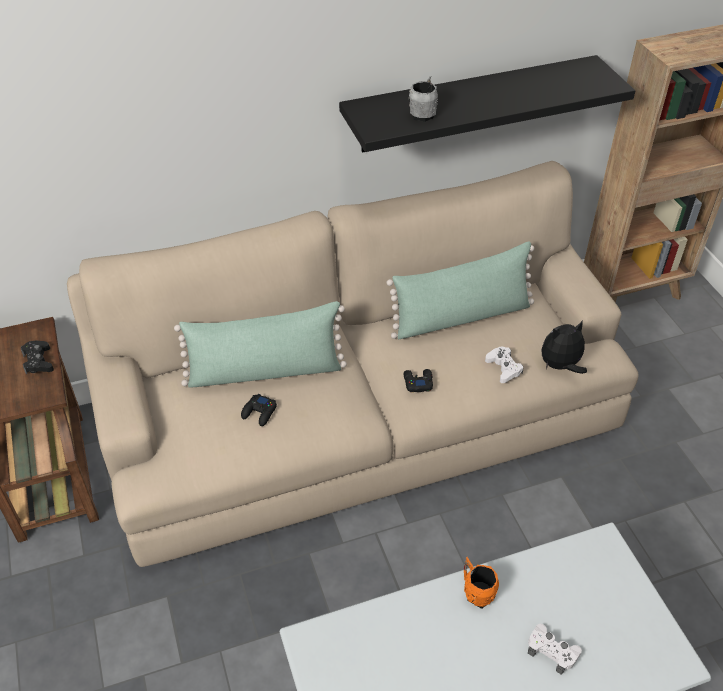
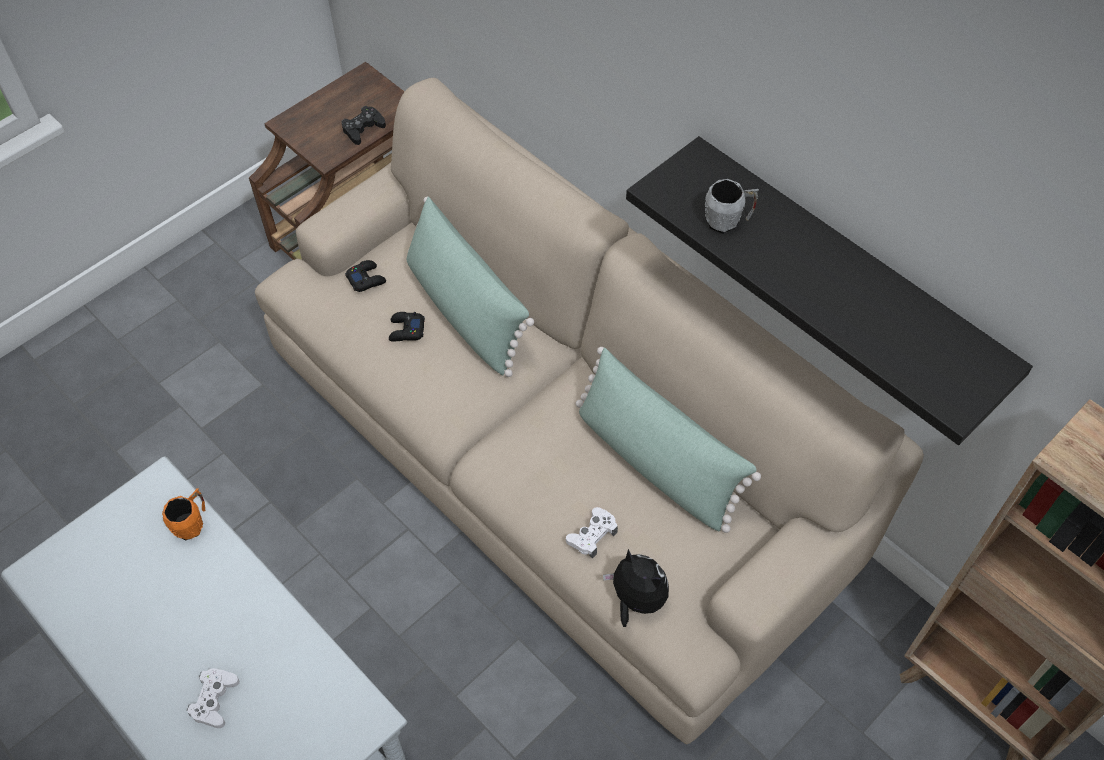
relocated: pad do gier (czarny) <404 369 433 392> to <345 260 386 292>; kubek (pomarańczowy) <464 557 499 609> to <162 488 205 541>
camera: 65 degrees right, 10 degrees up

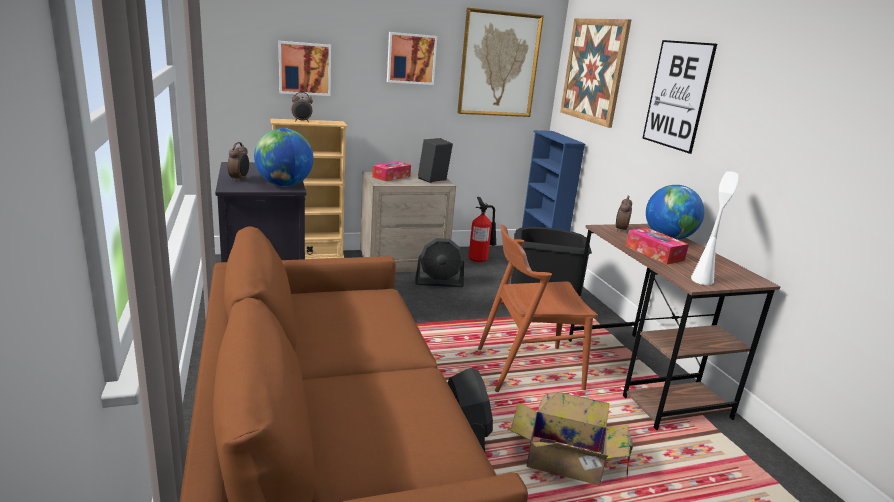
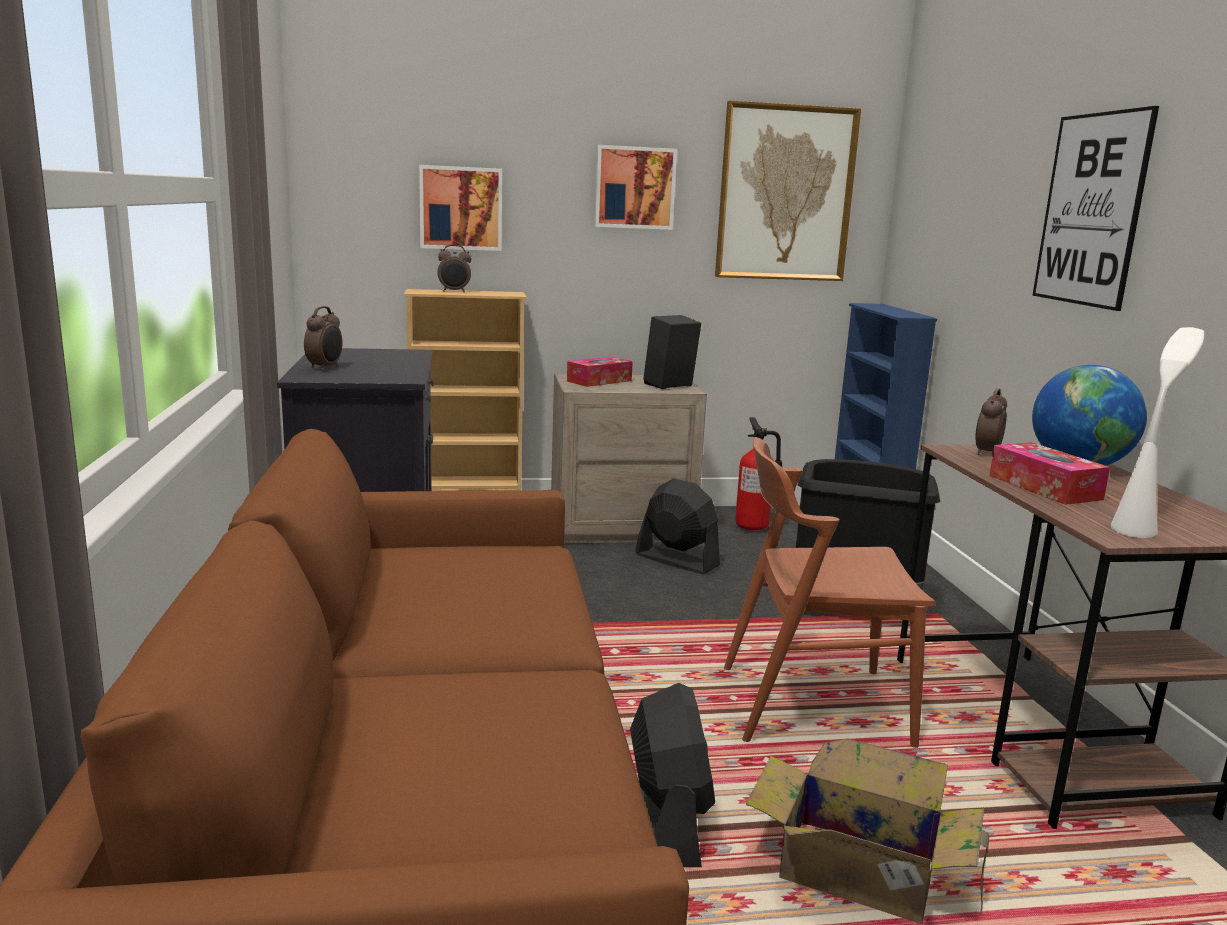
missing: globus <254 128 314 187>; obraz <560 18 631 128>
spun: wentylator (czarny) <415 238 464 287> = <635 478 720 574> 150 degrees counterclockwise
camera: 10 degrees right, 5 degrees down

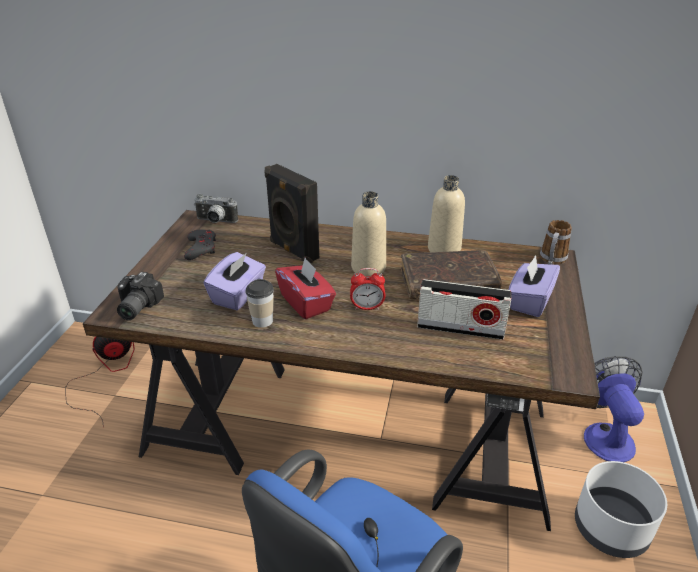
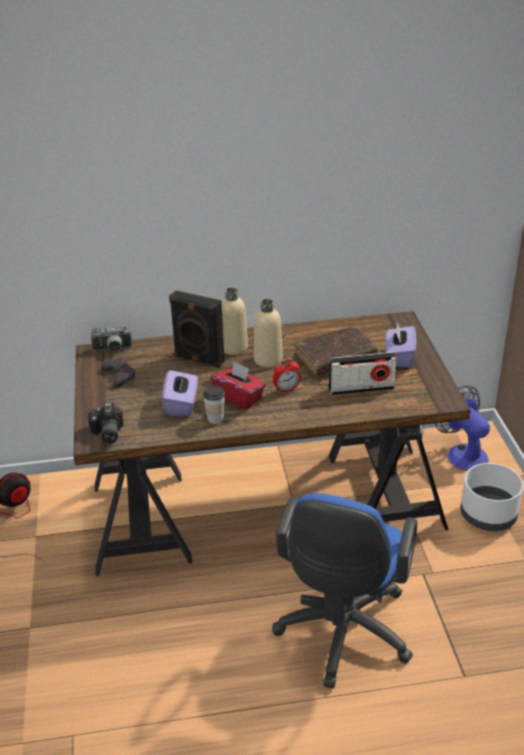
missing: kubek <540 220 572 265>
relocated: butelka (beżowy) <428 175 465 252> to <221 288 248 355>
camera: 20 degrees left, 0 degrees up

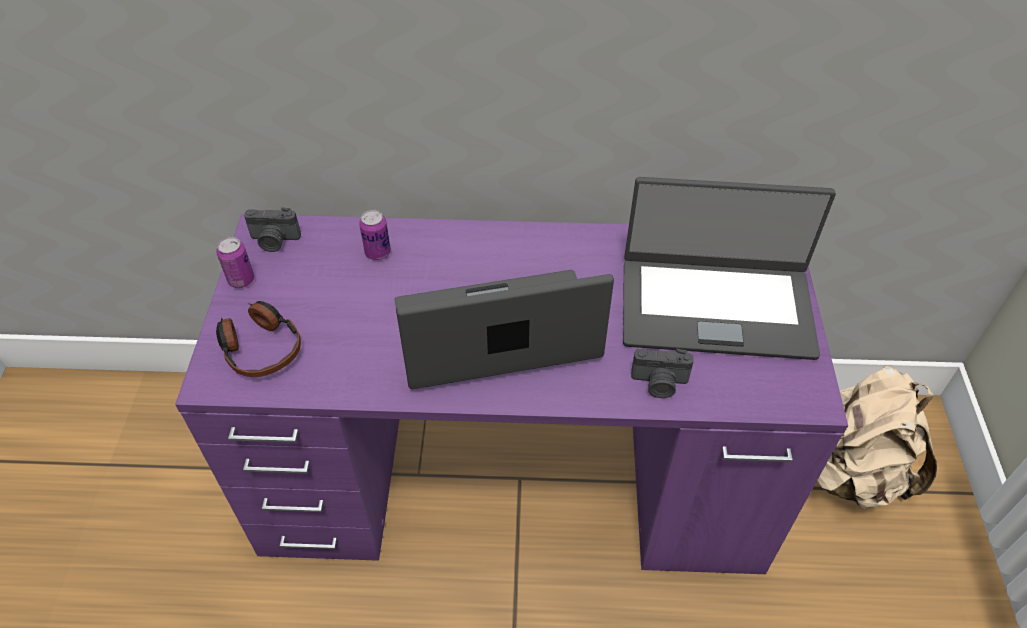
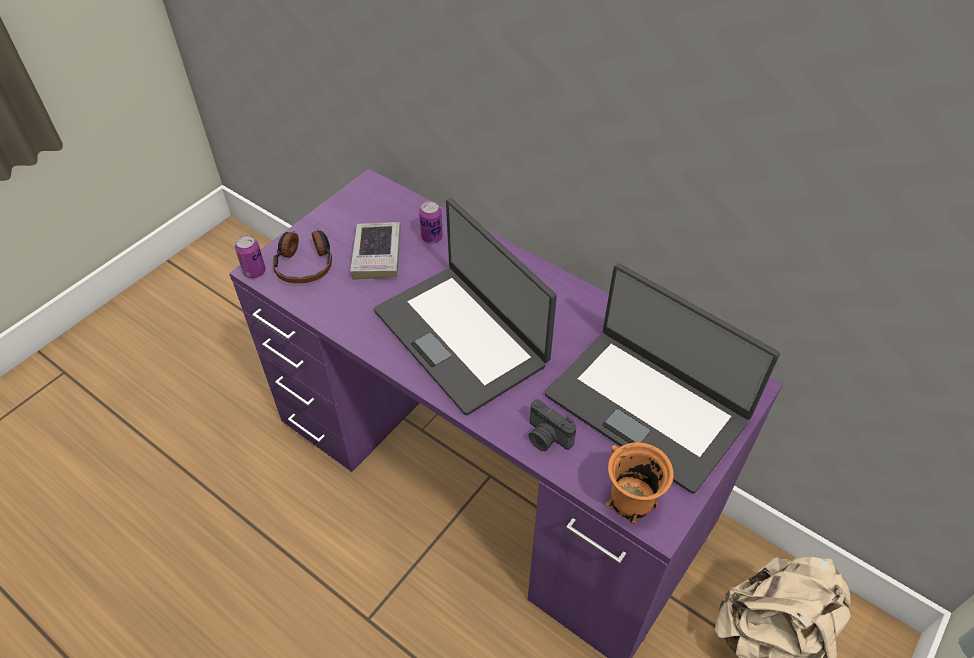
missing: aparat fotograficzny <244 207 301 252>
appeared: książka <350 222 401 280>; kubek (pomarańczowy) <607 442 674 524>
relocated: puszka <216 237 254 288> to <235 235 266 279>
spun: laptop <394 270 614 389> = <374 198 557 415> 150 degrees counterclockwise
camera: 35 degrees right, 0 degrees up

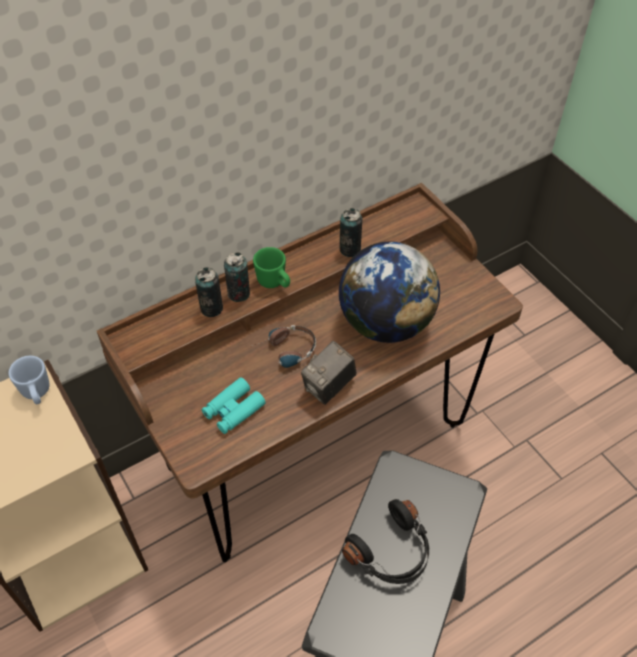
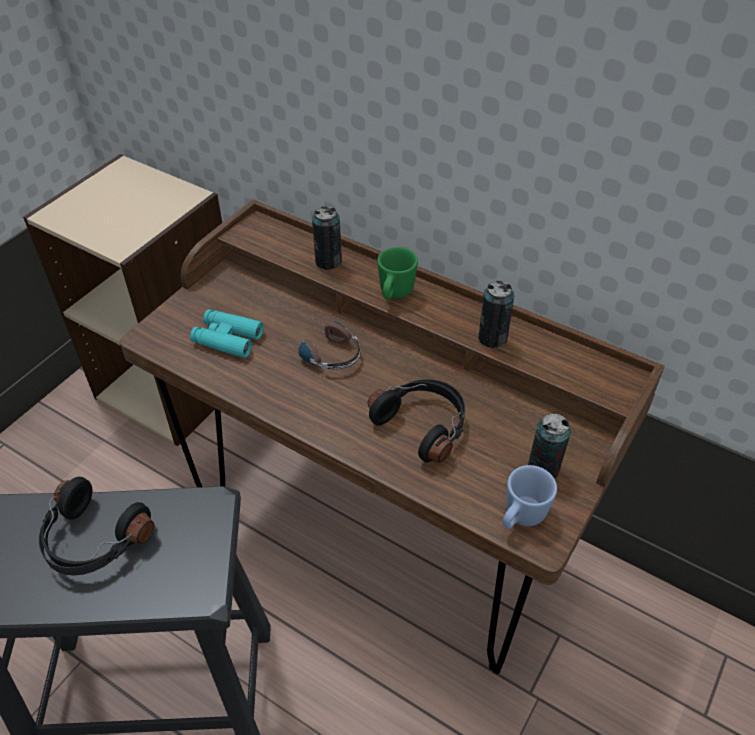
missing: aparat fotograficzny <301 341 357 405>
relocated: kubek (niebieski) <9 356 50 404> to <503 465 557 529>; puszka <224 252 250 302> to <528 413 571 479>
exchanged: globus <339 241 440 343> to słuchawki (czarny) <368 379 465 463>
camera: 65 degrees right, 5 degrees down

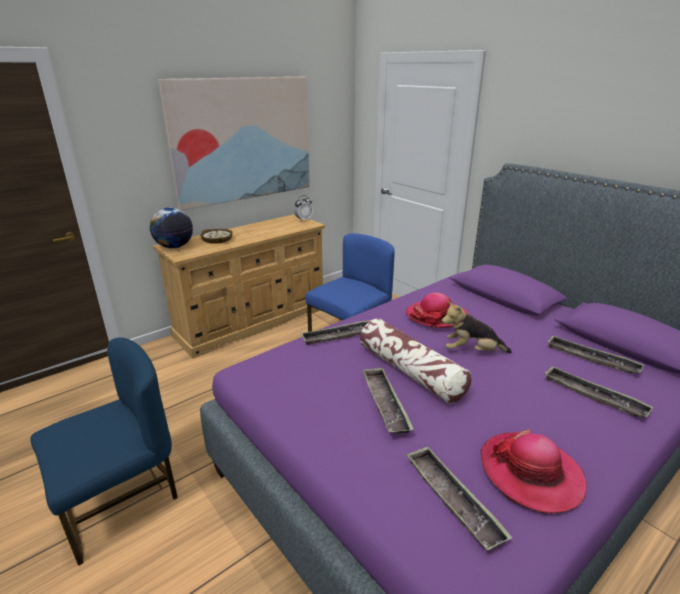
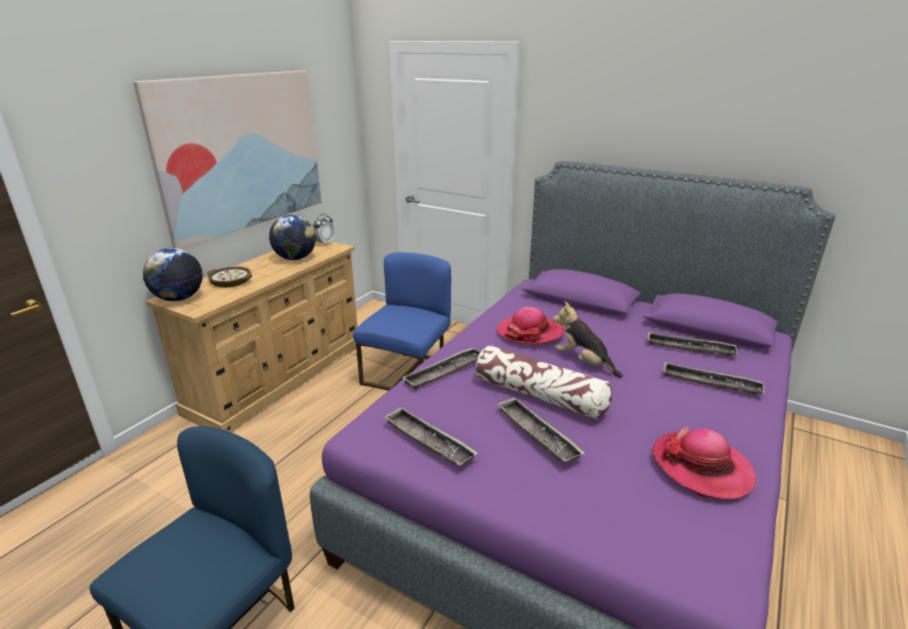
appeared: globus <269 215 316 260>
relocated: taca <406 447 512 550> to <383 407 478 466>
spun: pluszak <442 301 512 353> = <553 301 623 378> 60 degrees clockwise
camera: 20 degrees left, 0 degrees up

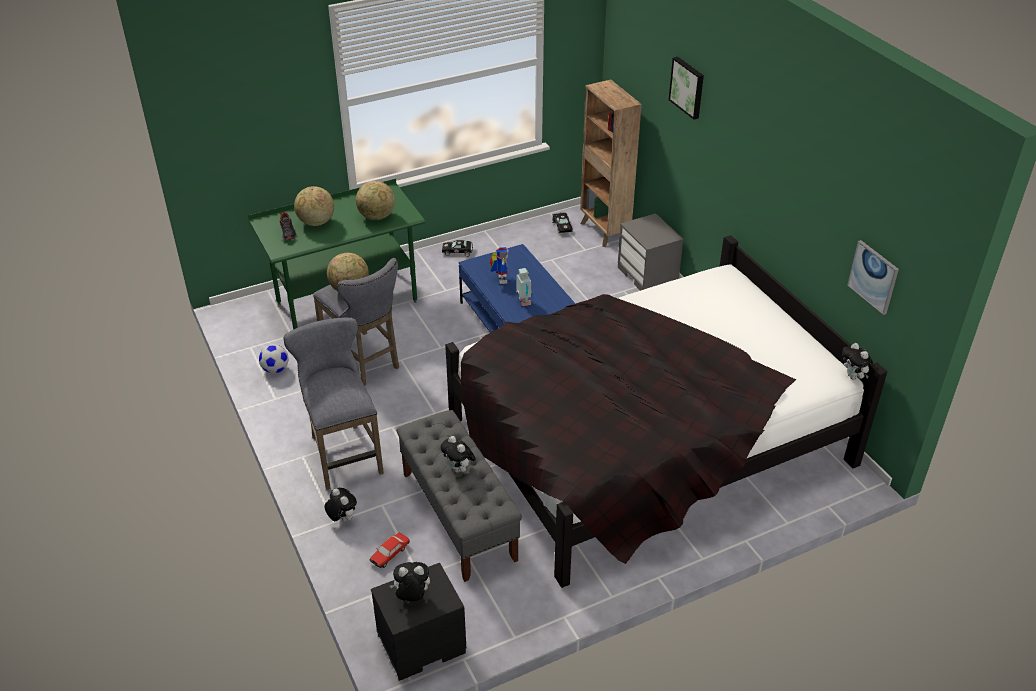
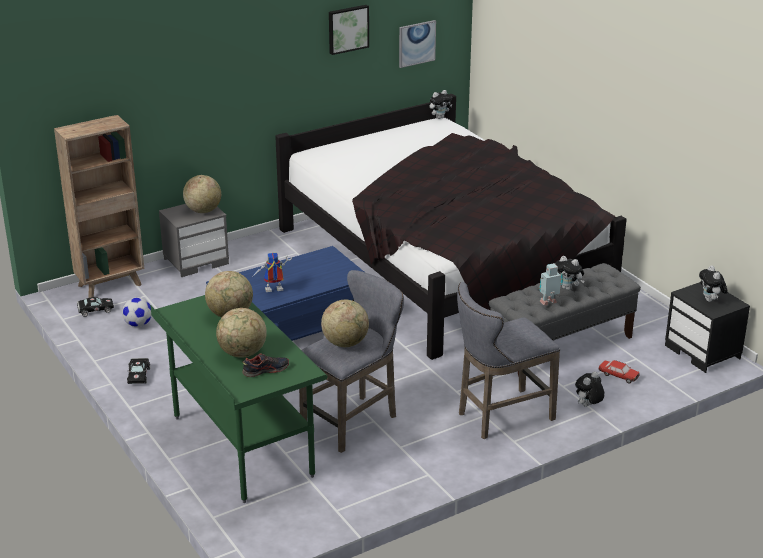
appeared: globus <183 175 221 213>
relocated: piłka futbolowa <259 344 289 374> to <122 297 152 327>; robot zabawkowy <516 268 532 306> to <539 263 563 305>; obraz <669 57 704 119> to <329 5 369 55>
spun: pluszak <440 436 476 473> = <555 256 585 290> 75 degrees clockwise
camera: 95 degrees left, 10 degrees down

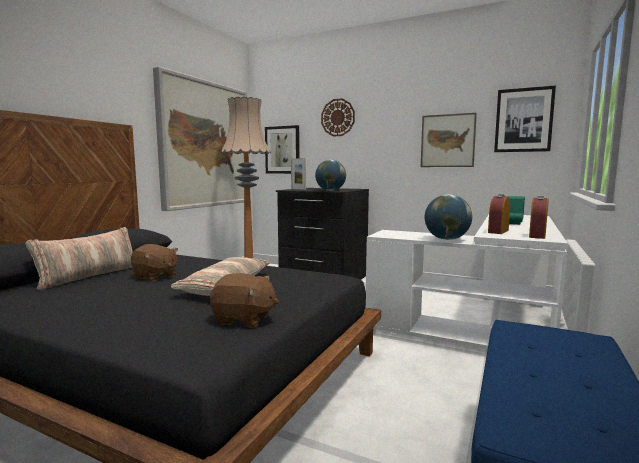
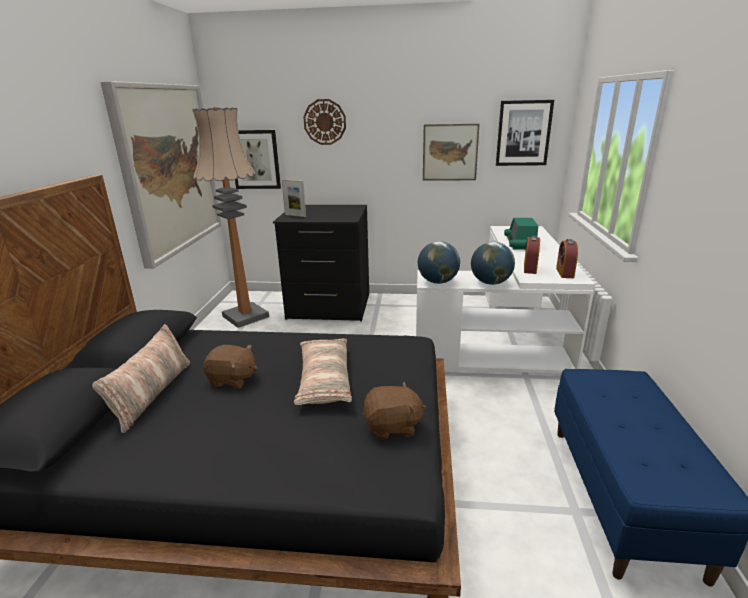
relocated: globus <315 160 346 191> to <418 241 460 284>
camera: 20 degrees left, 15 degrees up

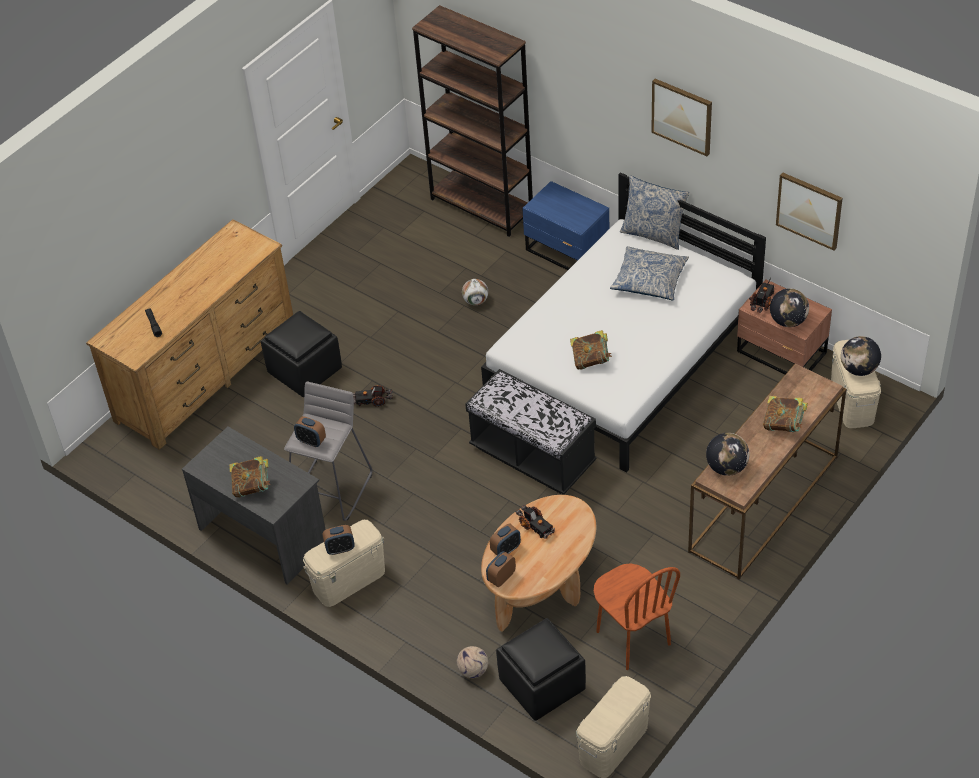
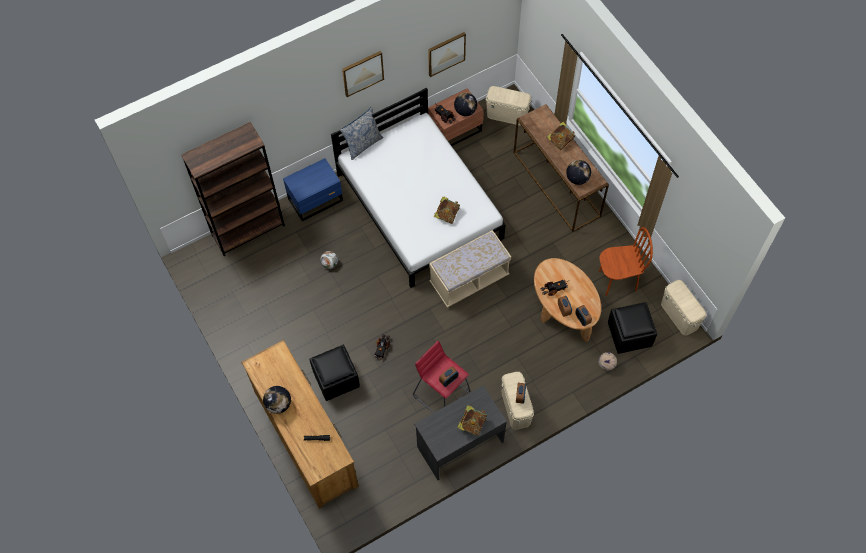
missing: poduszka <610 246 689 300>
relocated: globus <841 336 881 376> to <263 386 291 414>
colour: stołek (szary) <284 381 372 521> to stołek (czerwony) <413 341 471 413>; ławka (czarny) <465 369 597 495> to ławka (beżowy) <429 230 511 308>
camera: 70 degrees left, 15 degrees up

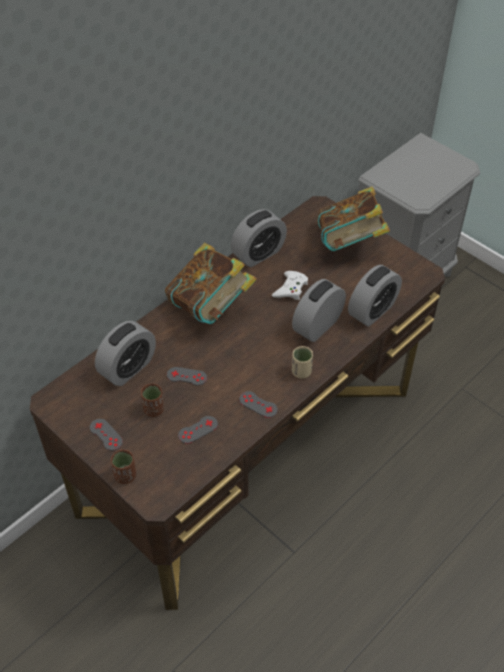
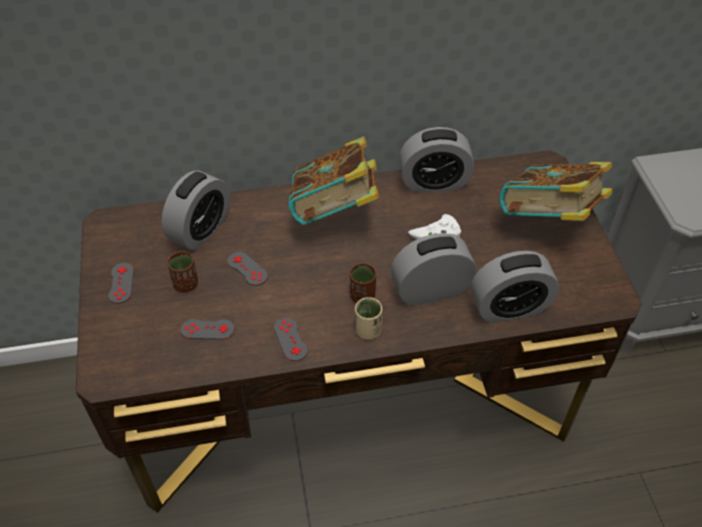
relocated: filiżanka (brązowy) <111 449 136 484> to <350 263 376 303>
spun: budzik <95 321 156 386> = <162 170 230 251> 45 degrees counterclockwise
camera: 35 degrees right, 0 degrees up

